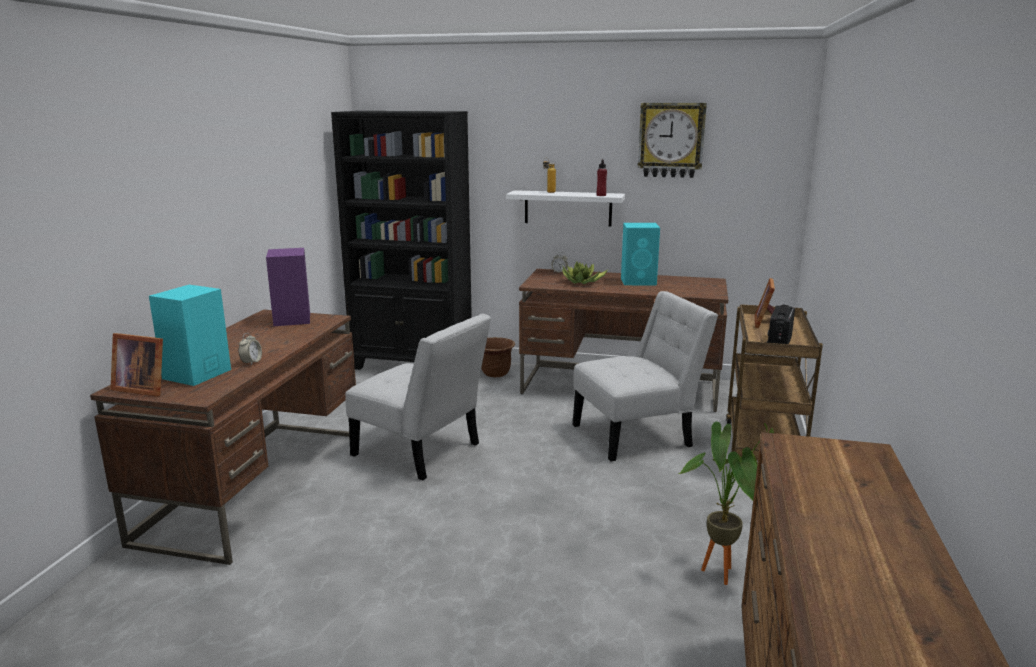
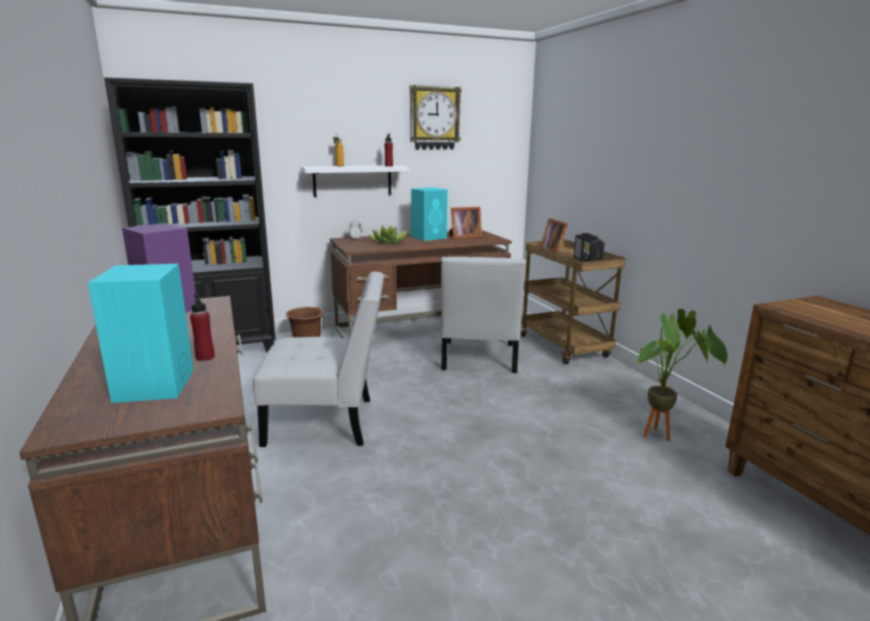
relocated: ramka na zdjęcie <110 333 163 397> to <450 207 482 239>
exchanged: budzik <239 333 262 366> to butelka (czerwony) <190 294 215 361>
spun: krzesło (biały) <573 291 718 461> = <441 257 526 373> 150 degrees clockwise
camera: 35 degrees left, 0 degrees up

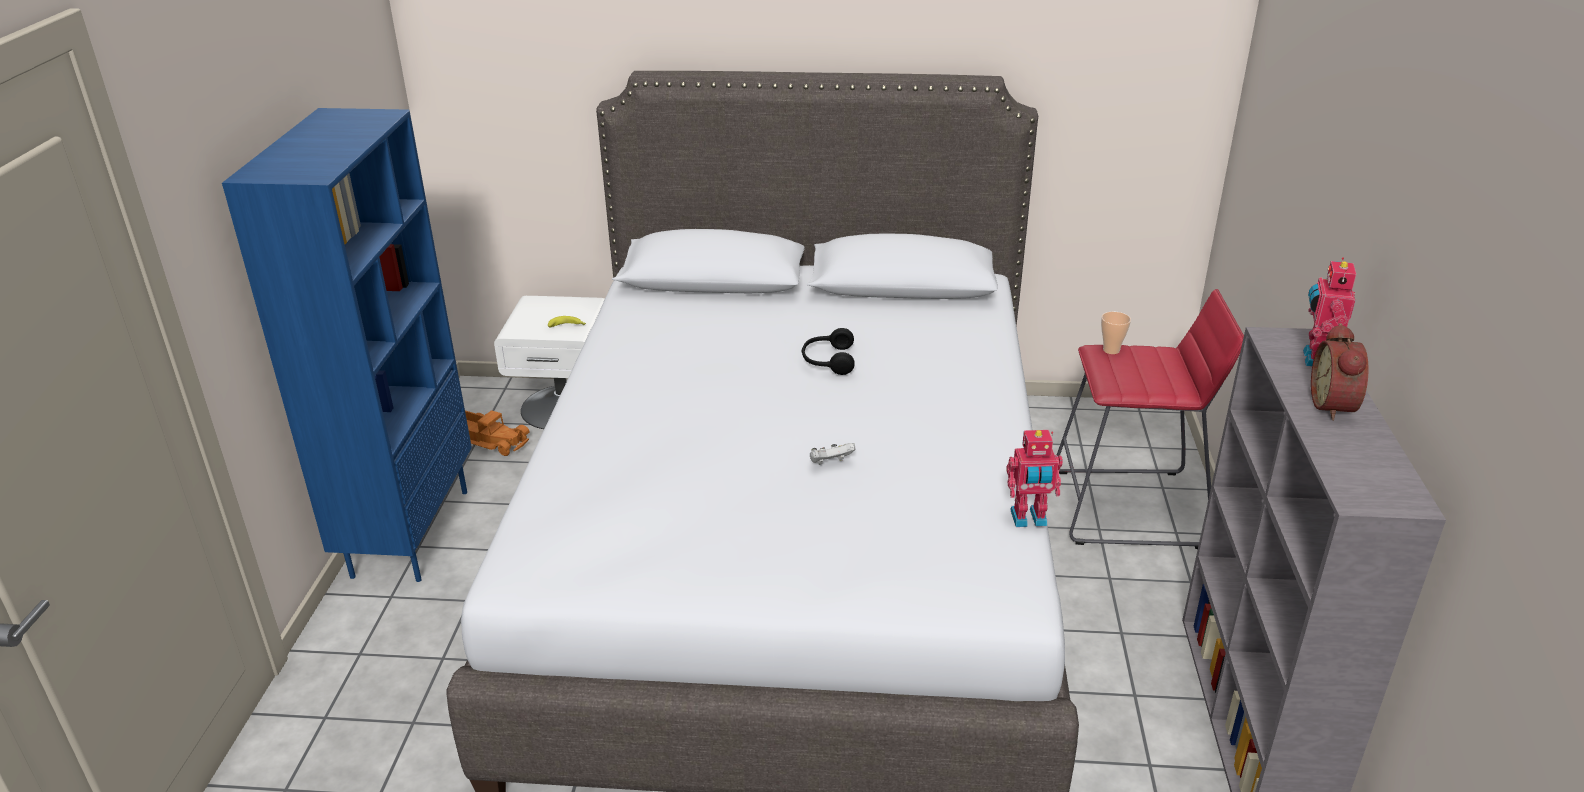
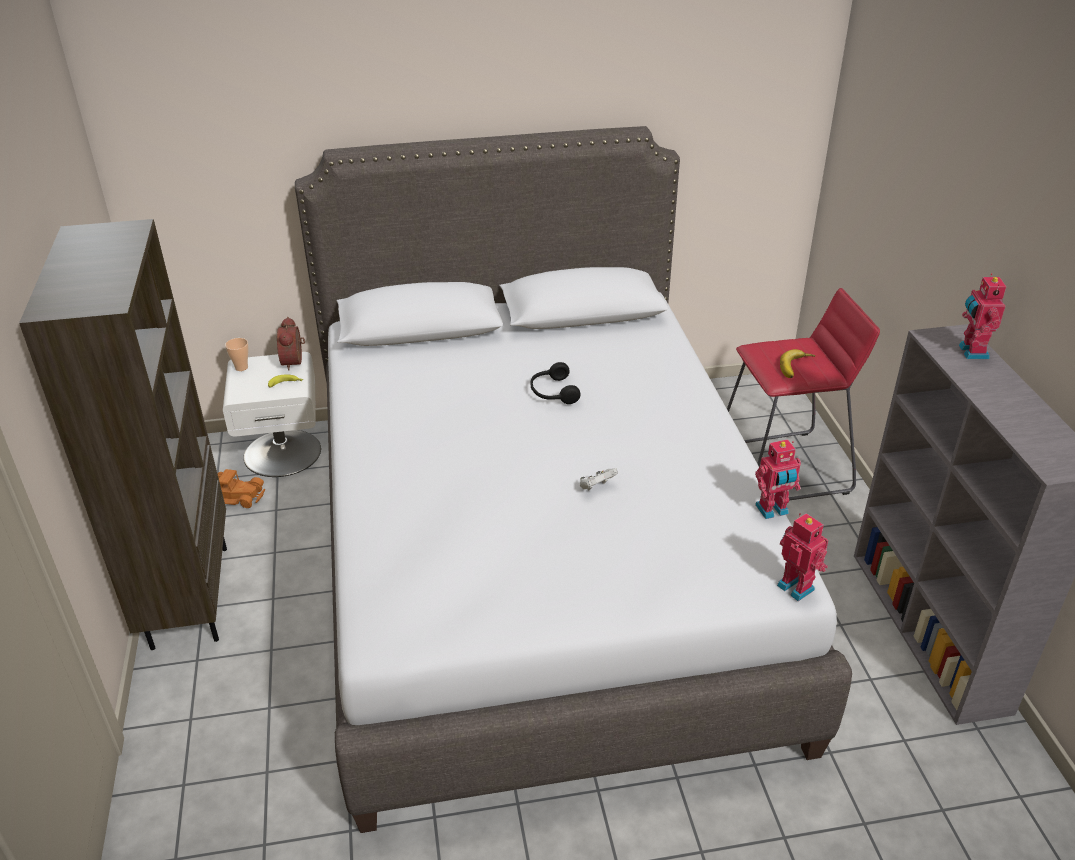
appeared: robot zabawkowy <777 513 828 601>; banan <780 349 815 378>
relocated: filiżanka <1101 312 1131 354> to <225 338 249 371>; budzik <1311 323 1369 421> to <277 317 305 371>
colour: regał (niebieski) <222 108 472 582> to regał (brązowy) <19 219 227 650>
camera: 15 degrees left, 5 degrees up

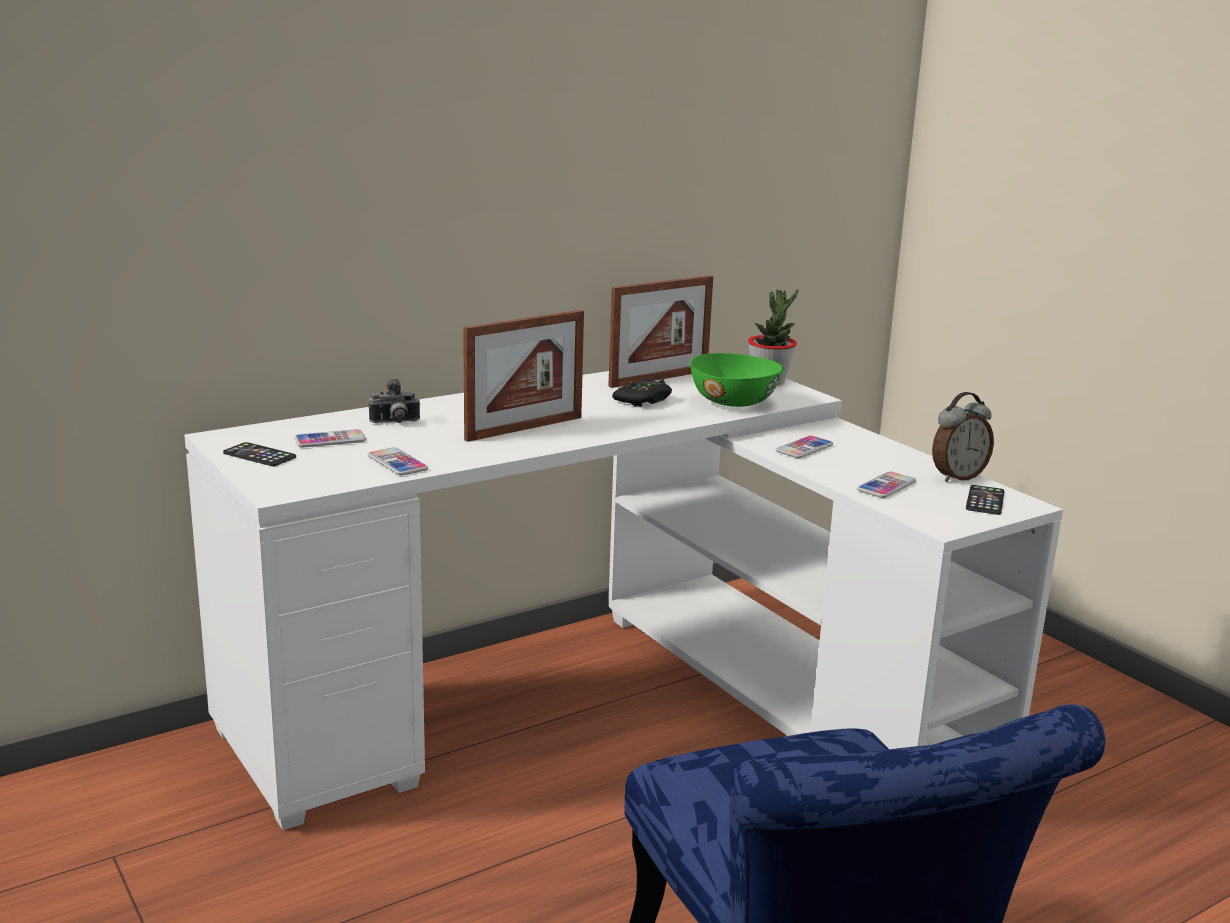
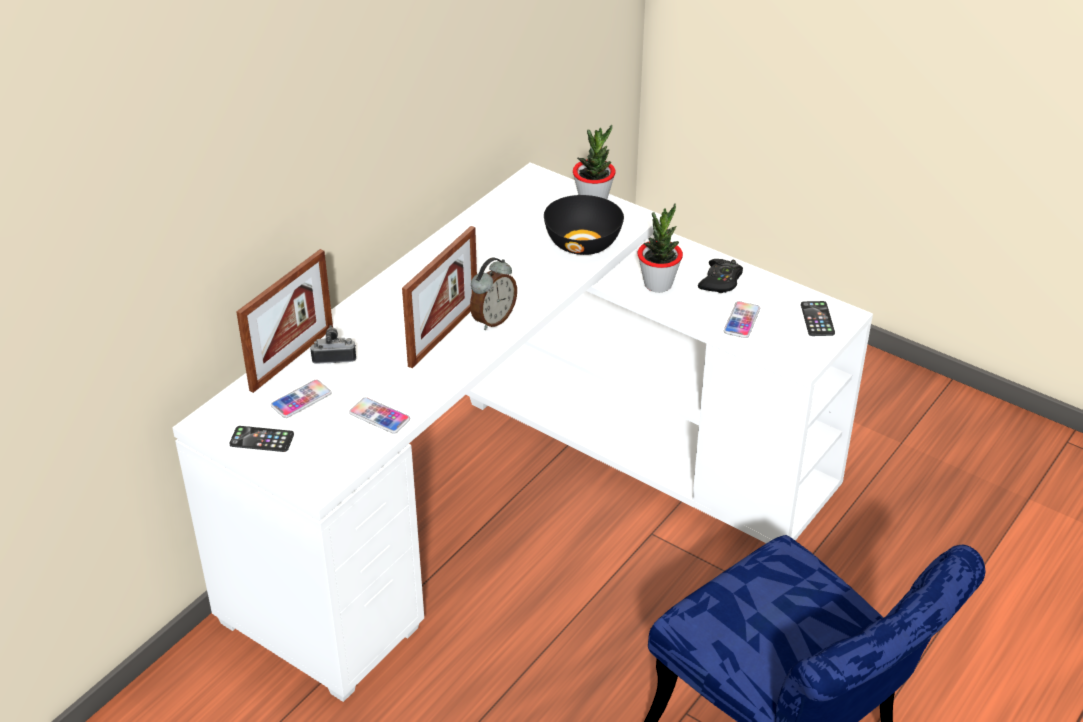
relocated: ramka na zdjęcie <608 275 713 388> to <236 249 333 393>; pad do gier (czarny) <612 378 672 407> to <698 259 743 293>; budzik <932 392 994 482> to <470 257 517 330>
exchanged: telefon <776 436 833 458> to roślina doniczkowa <637 204 683 292>
colour: miska (zielony) <690 353 783 407> to miska (czarny) <544 195 624 255>
spun: aparat fotograficzny <368 379 420 423> = <310 325 356 364> 150 degrees counterclockwise
camera: 20 degrees left, 20 degrees up

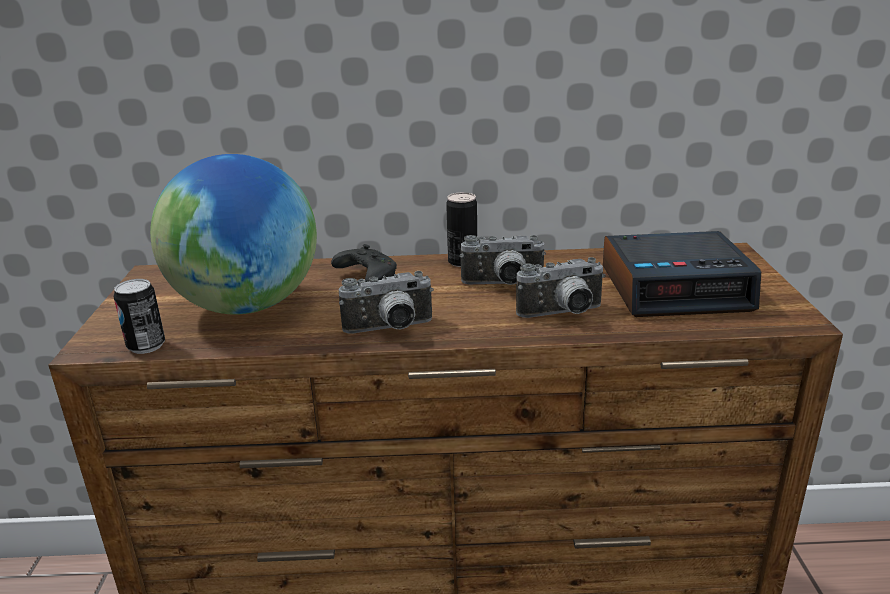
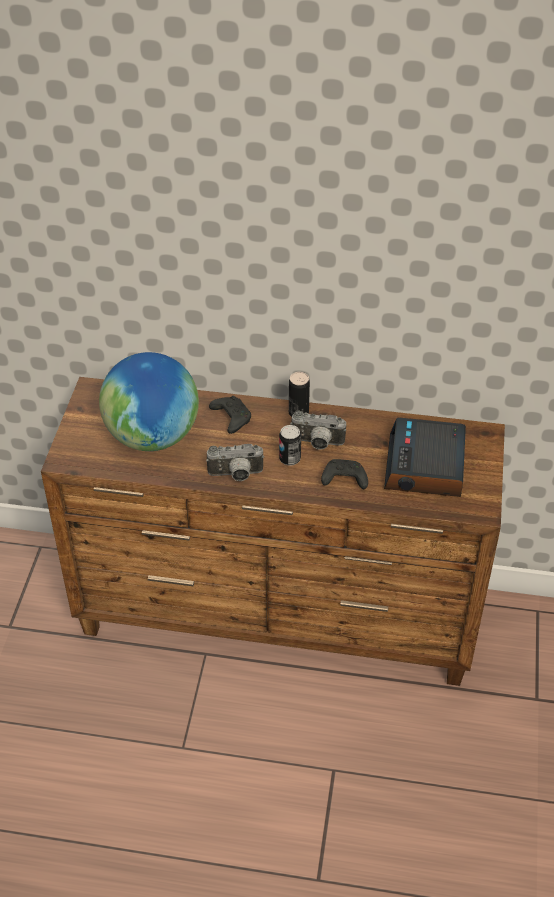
relocated: puszka <114 279 165 354> to <279 425 301 466>
exchanged: aparat fotograficzny <516 257 606 318> to pad do gier (czarny) <321 459 368 489>
spun: budzik <603 231 761 317> = <384 417 466 497> 90 degrees clockwise
camera: 10 degrees right, 20 degrees up

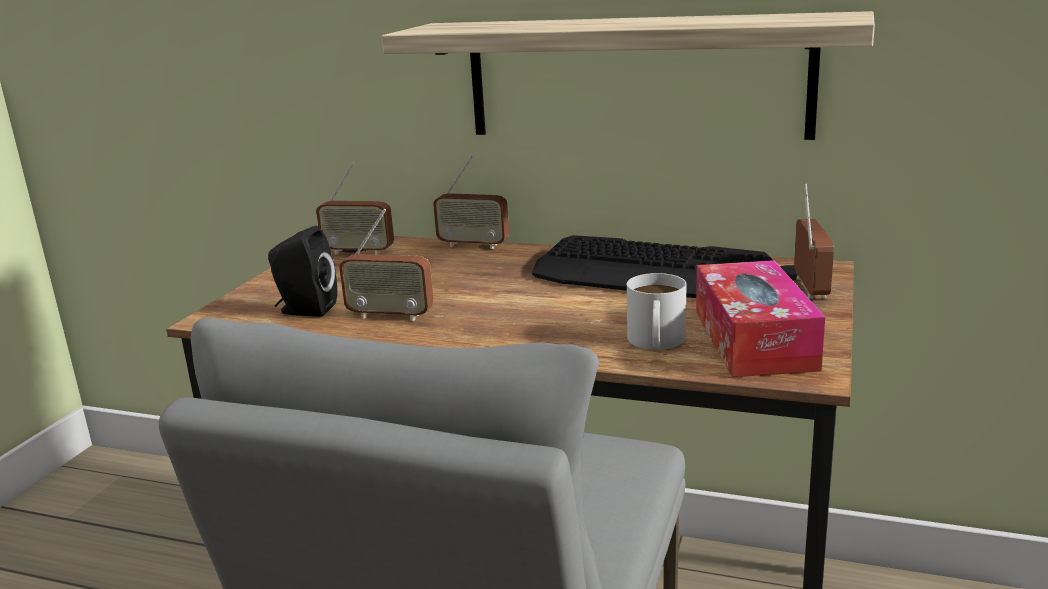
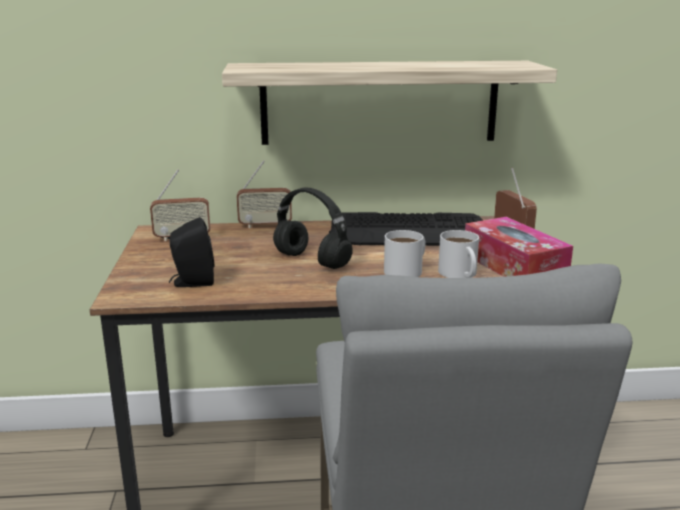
missing: radio <339 209 434 321>
appeared: słuchawki (czarny) <273 187 353 269>; kubek (biały) <384 230 426 277>
camera: 25 degrees left, 0 degrees up

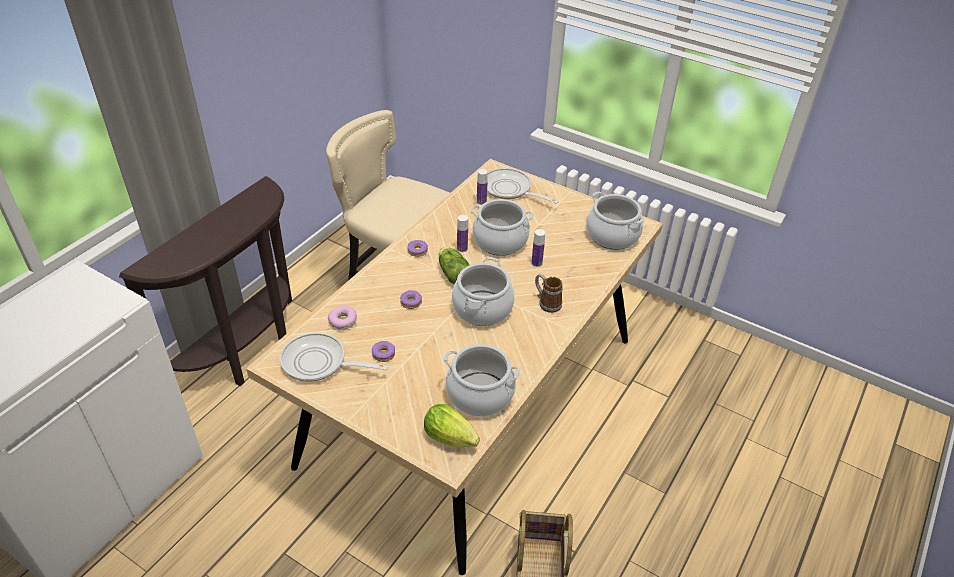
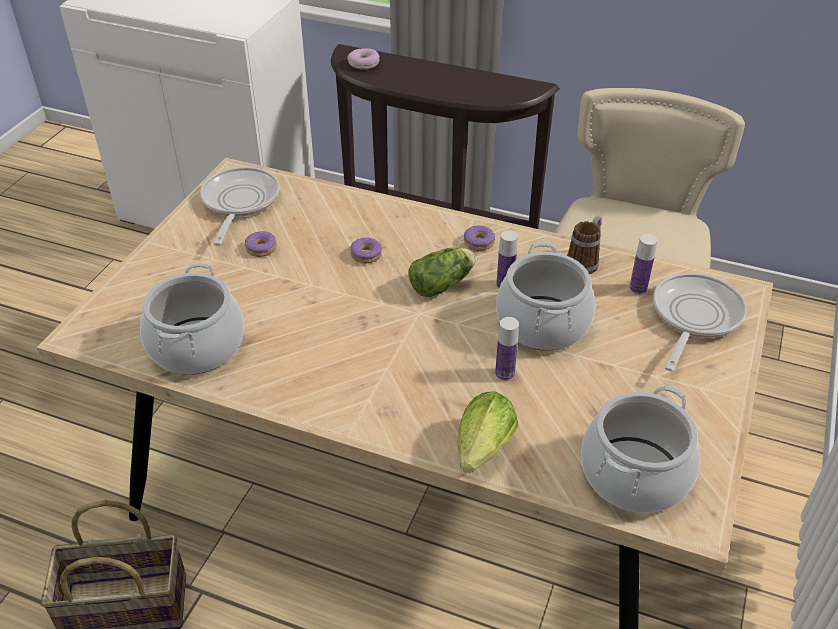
missing: garnek <452 257 515 326>
relocated: donut <328 306 357 330> to <347 48 380 70>; sałata <424 404 480 447> to <458 391 518 473>; kubek <535 274 563 313> to <567 216 602 274>
camera: 80 degrees right, 0 degrees up

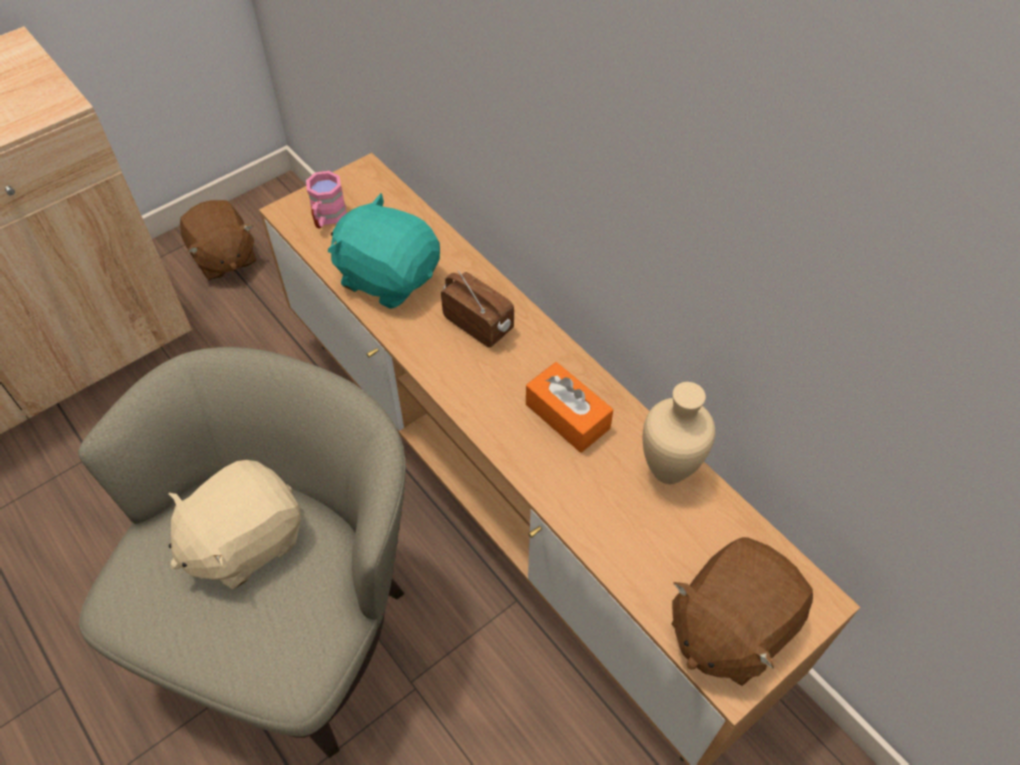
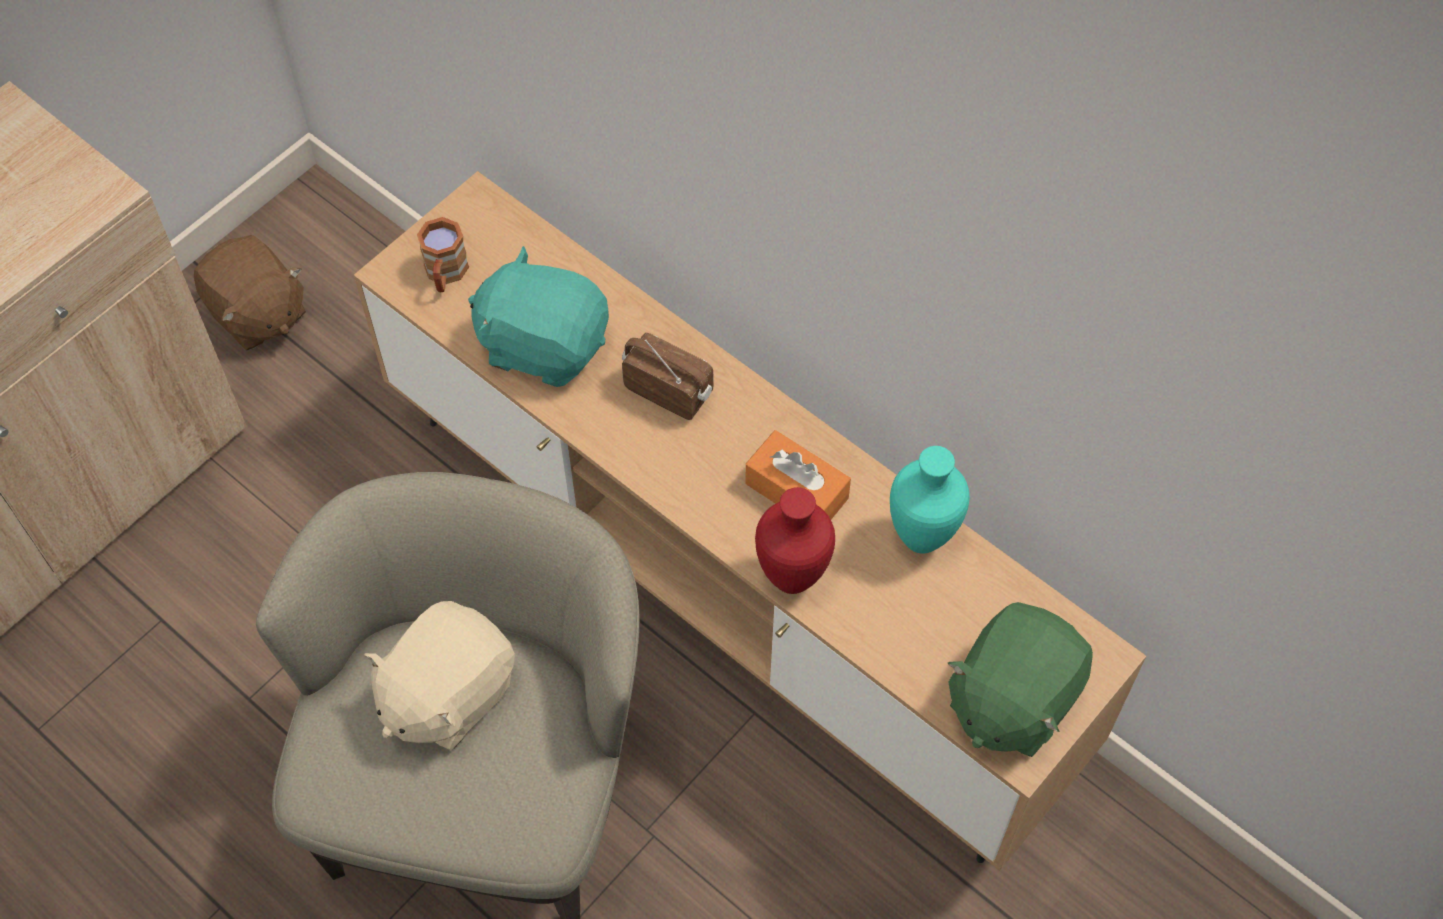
appeared: wazon (czerwony) <755 487 835 594>
colour: kubek (różowy) <306 171 347 228> to kubek (brązowy) <417 217 469 292>; wazon (beżowy) <643 382 716 484> to wazon (turkusowy) <890 446 970 554>; pluszak (brązowy) <671 537 813 686> to pluszak (zielony) <948 602 1093 757>
camera: 10 degrees left, 5 degrees up

